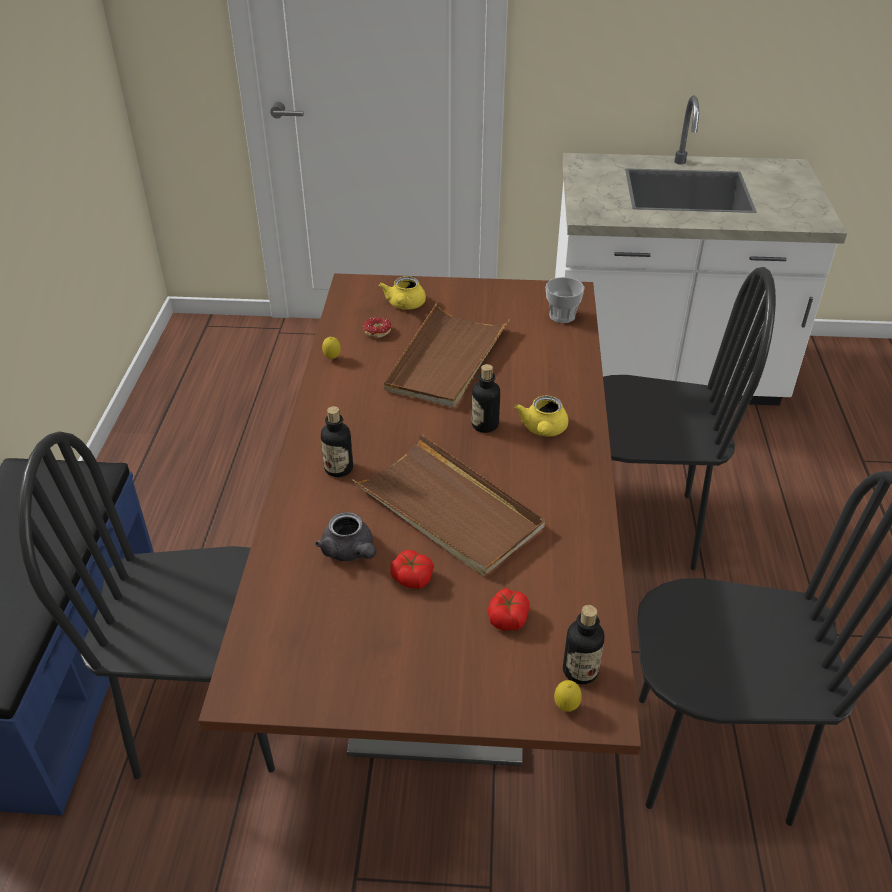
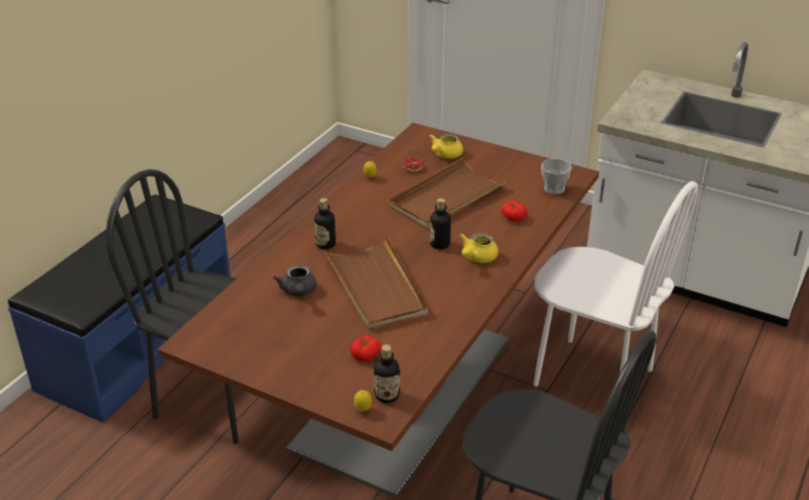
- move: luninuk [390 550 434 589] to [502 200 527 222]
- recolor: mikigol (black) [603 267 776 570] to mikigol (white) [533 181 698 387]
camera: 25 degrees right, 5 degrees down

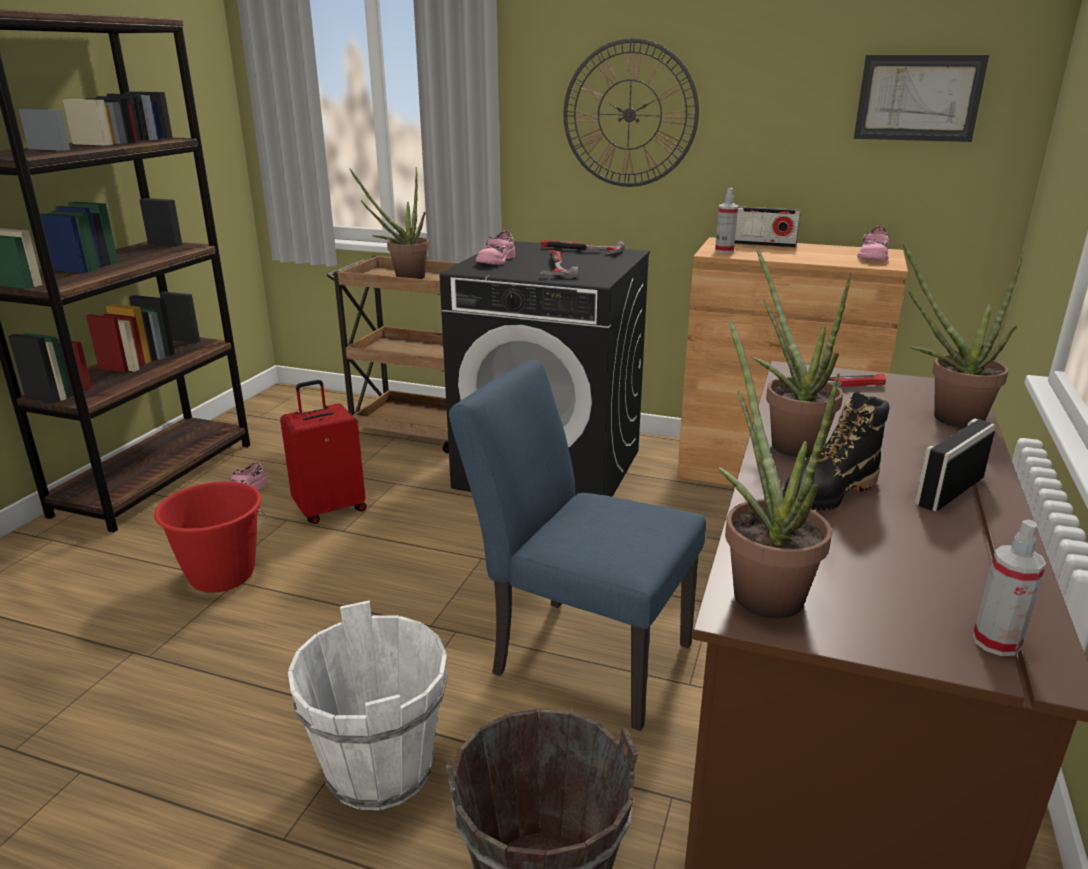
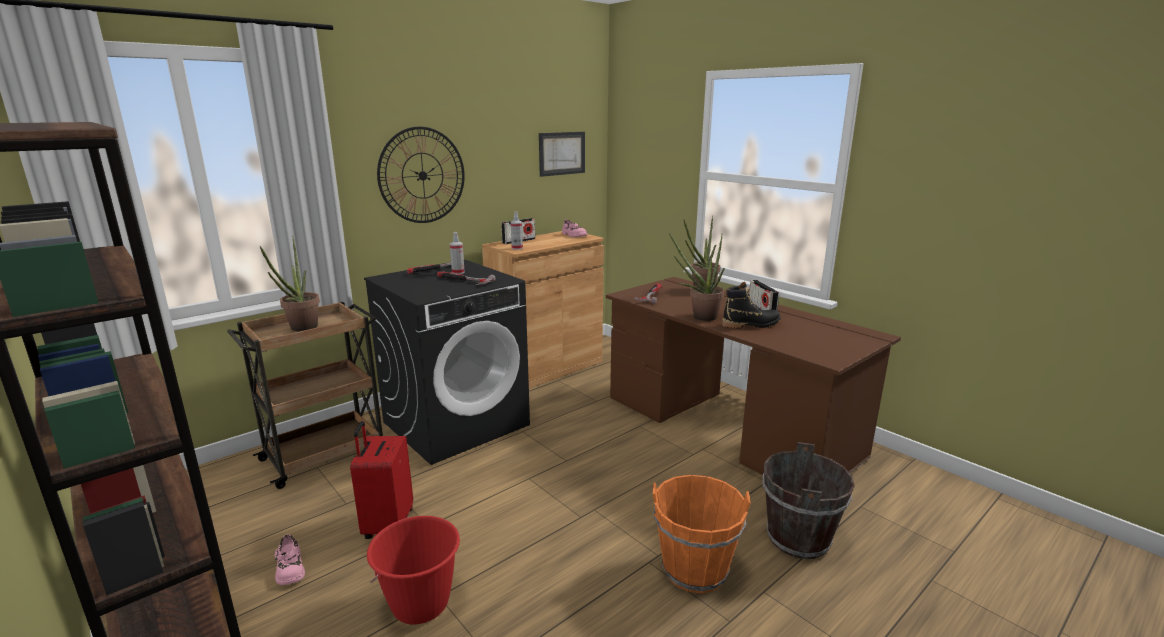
- recolor: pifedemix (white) [288 601 448 810] to pifedemix (orange) [653 475 751 593]
- delete: mikigol (blue) [449 360 706 731]
- delete: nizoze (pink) [476 231 515 265]
- delete: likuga [718 319 840 619]
- rotate: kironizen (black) [782 392 890 511] = [722 282 781 328] 90 degrees counterclockwise
- move: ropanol [973 520 1046 656] to [450 232 465 274]
camera: 60 degrees left, 5 degrees down

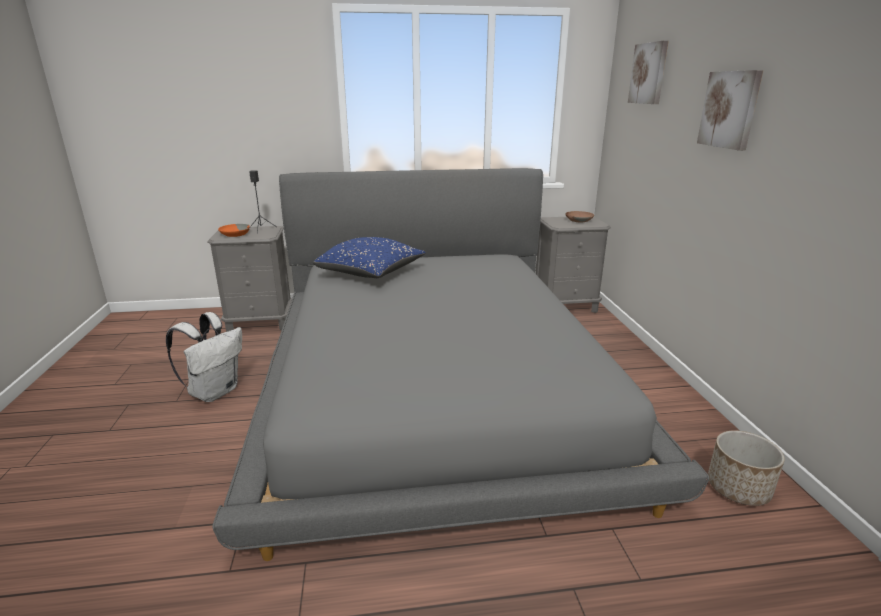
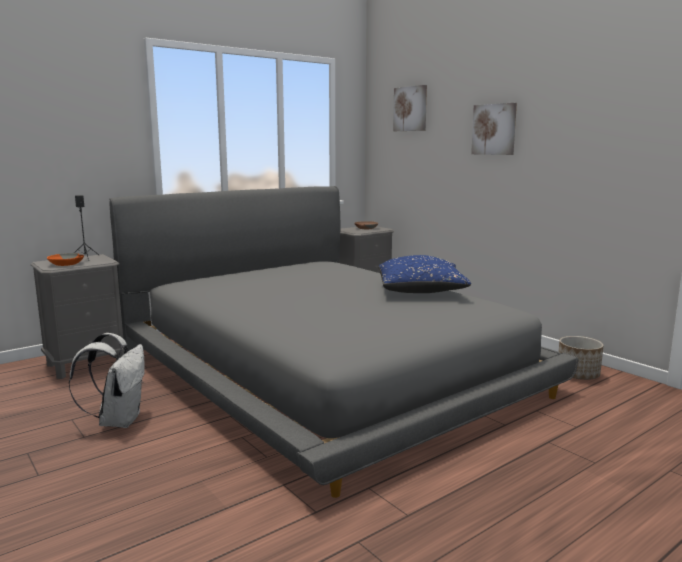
- move: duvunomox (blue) [313 237 426 278] to [378 255 471 293]
camera: 30 degrees left, 10 degrees down

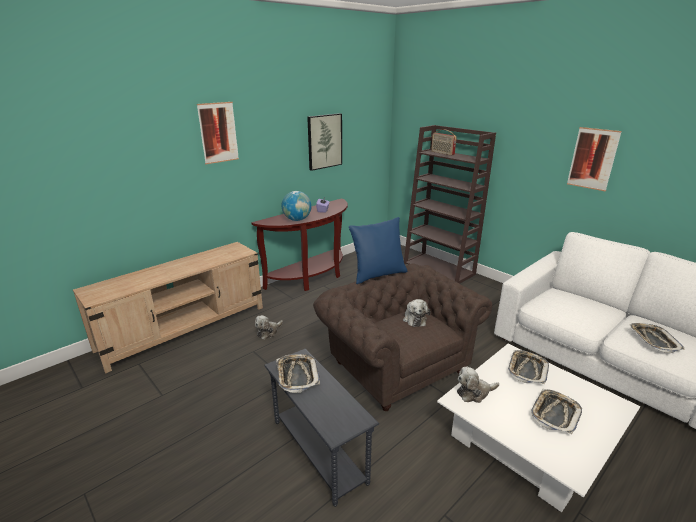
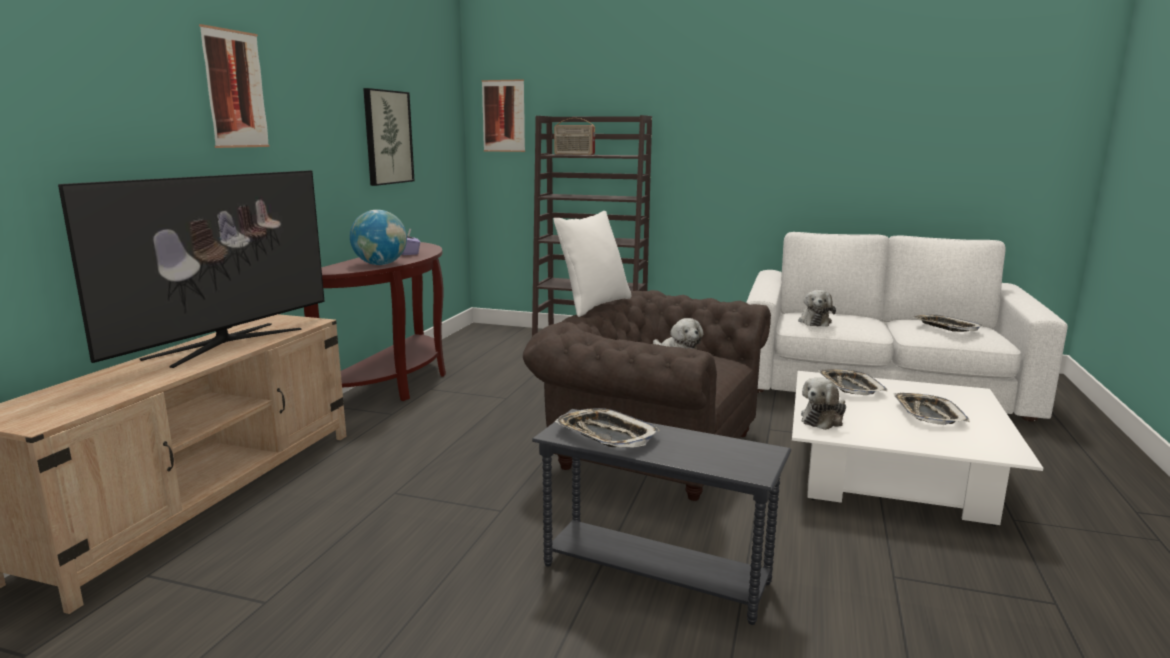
- move: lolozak [255 315 283 340] to [798 290 836 327]
- recolor: duvunomox (blue) [349 217 407 284] to duvunomox (white) [553 211 631 317]
- move: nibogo [567 127 622 192] to [481 79 525 152]
- insert: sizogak [58 170 324 368]
camera: 30 degrees left, 10 degrees down

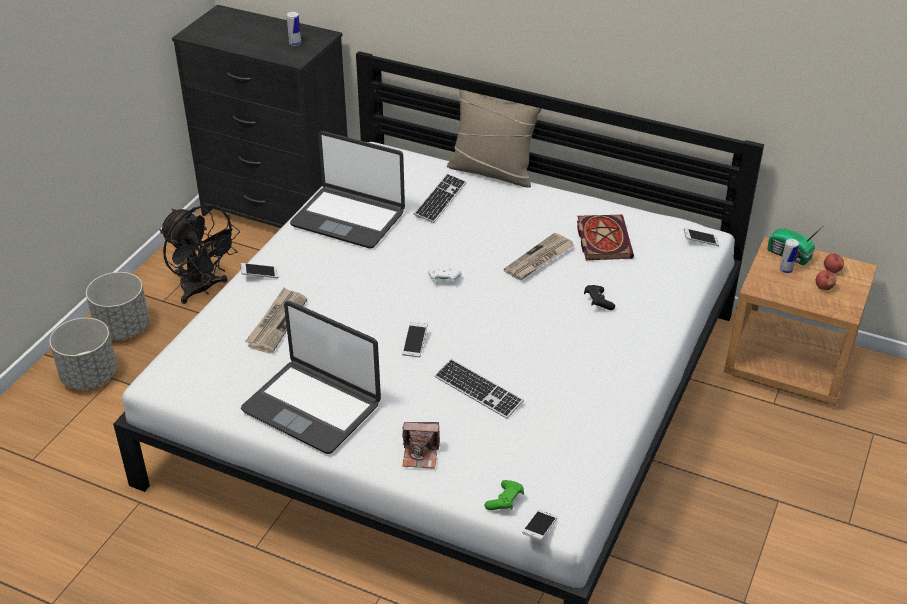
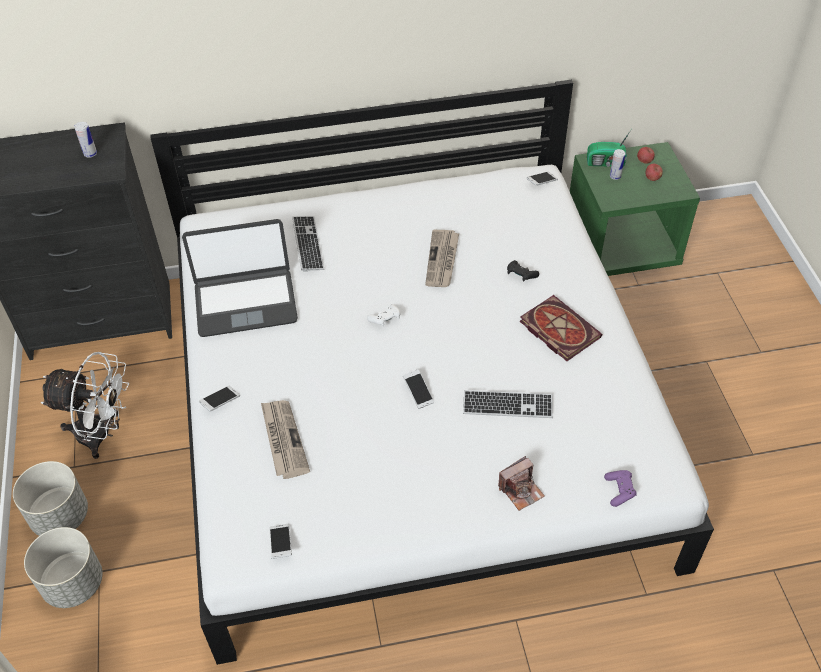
- recolor: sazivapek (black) [160 205 240 304] to sazivapek (white) [40 352 129 459]
- delete: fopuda [241 301 381 454]
- delete: duvunomox (beige) [447 89 542 188]
- recolor: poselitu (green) [485 480 524 510] to poselitu (purple) [604 470 636 507]
- move: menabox [522 509 558 541] to [270 524 292 559]
- move: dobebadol [577 215 634 260] to [520 295 602 361]
- recolor: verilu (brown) [724 237 877 405] to verilu (green) [570 142 700 276]
camera: 35 degrees left, 10 degrees up

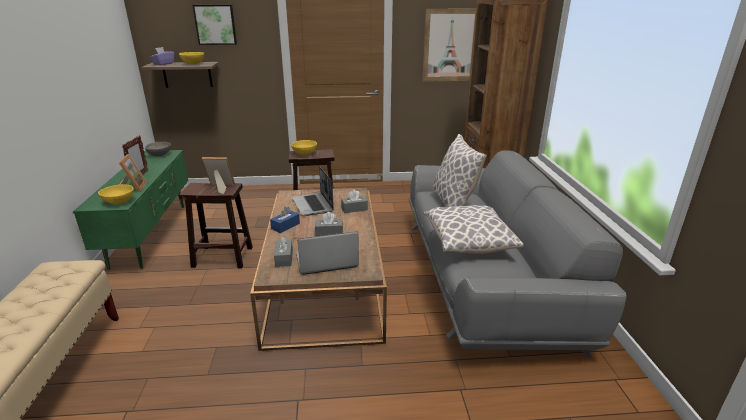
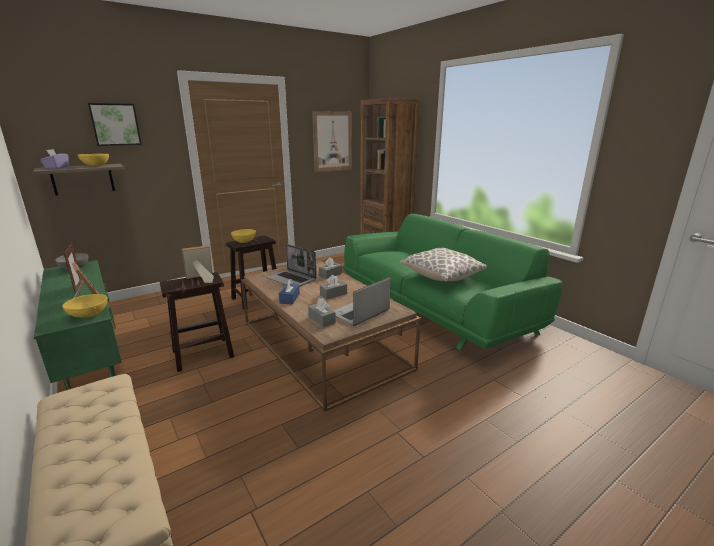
- recolor: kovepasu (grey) [409 150 627 357] to kovepasu (green) [343 214 562 350]
- delete: duvunomox [433 134 487 207]
camera: 30 degrees left, 5 degrees down

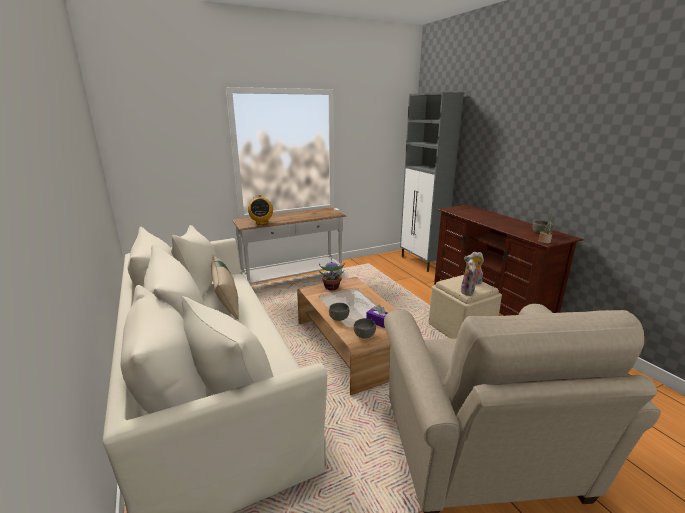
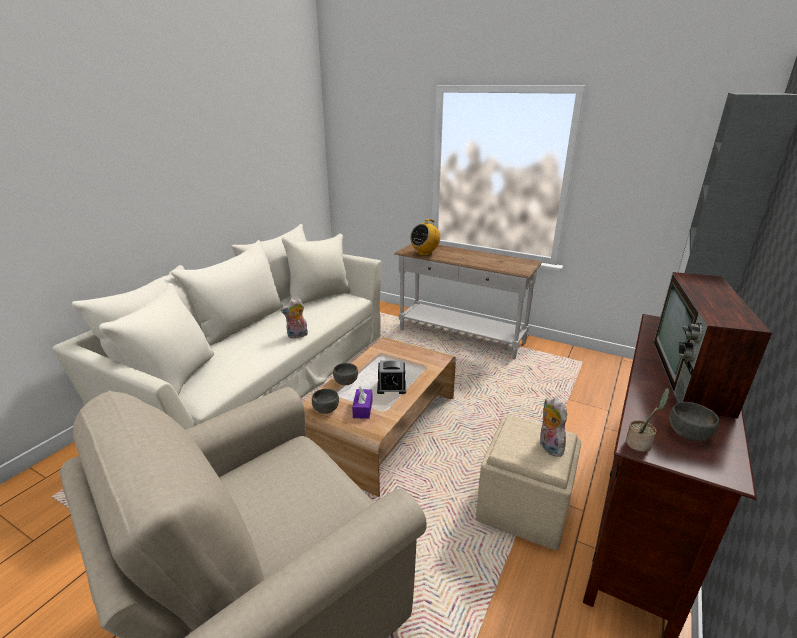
- delete: duvunomox (beige) [211 255 239 319]
- delete: likuga [319 259 345 290]
- move: lolozak [461 259 479 296] to [281 298 308 339]
- insert: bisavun [377 361 406 394]
- insert: sizogak [653 272 772 419]
camera: 55 degrees right, 5 degrees up

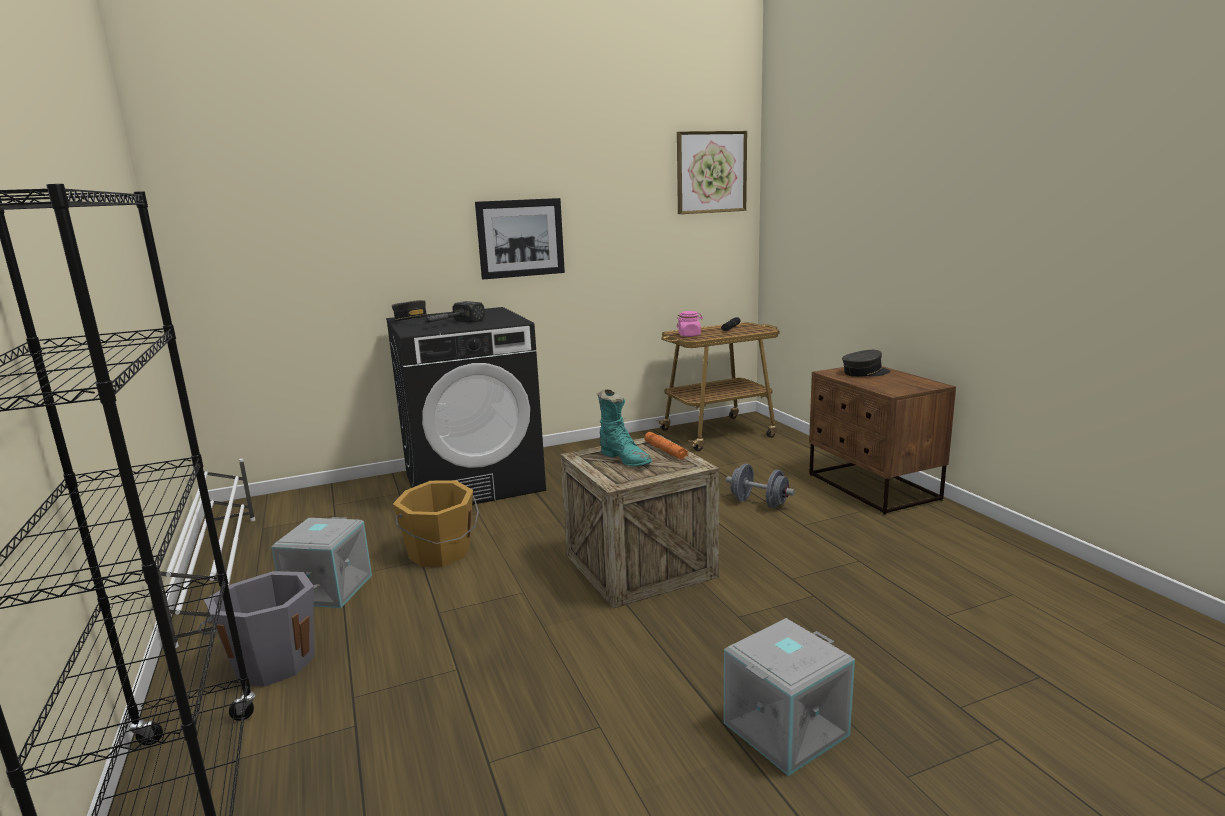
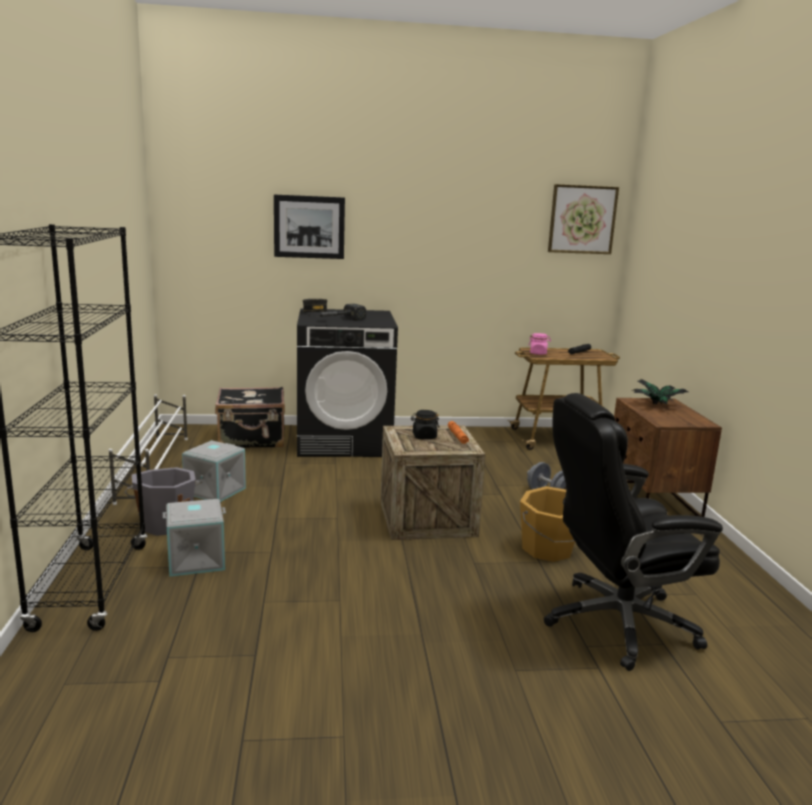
- move: pifedemix (orange) [393 480 479 567] to [520 486 575 562]
- move: nibogo [475 198 565 279] to [274 195 345 259]
- replace: kironizen (turquoise) [597 389 652 467] to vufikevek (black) [411 410 439 439]
- move: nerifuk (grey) [724 618 855 776] to [163 499 226 577]
- replace: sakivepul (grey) [842 350 891 377] to likuga [632 379 688 405]
- insert: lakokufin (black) [215 387 285 448]
- insert: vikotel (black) [543 393 723 671]
camera: 15 degrees right, 0 degrees up

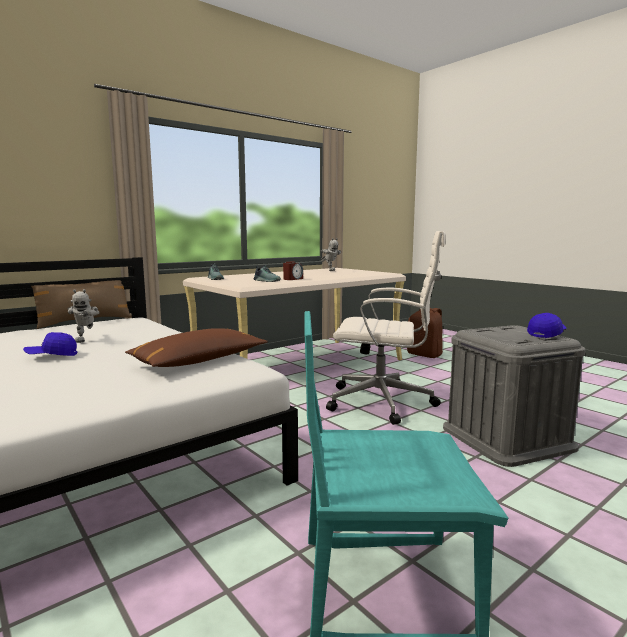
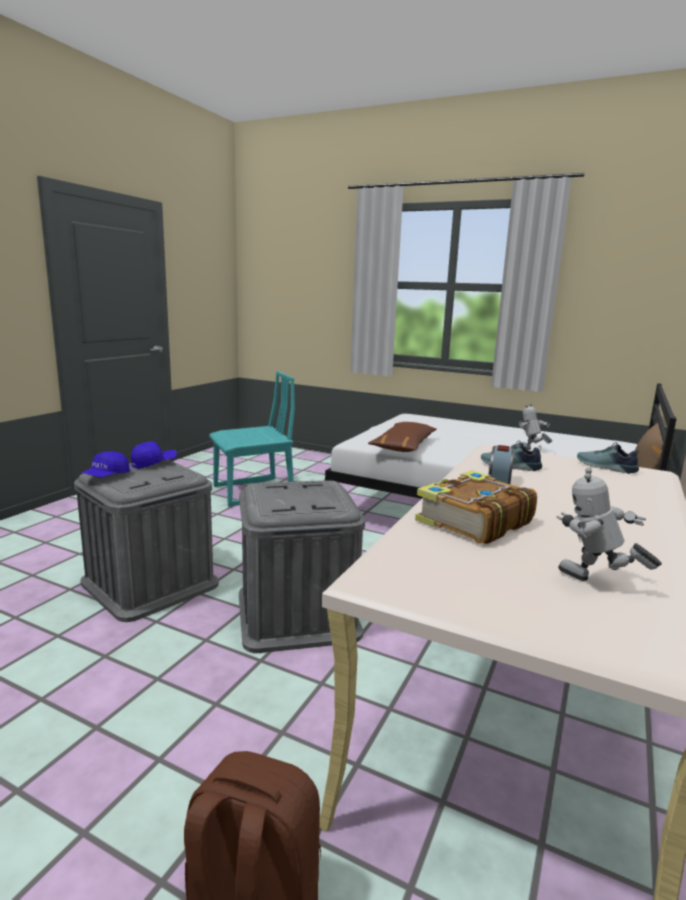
- move: sakivepul (blue) [23 332 77 356] to [131 441 177 469]
- replace: vikotel (white) [326 231 446 425] to nerifuk (grey) [239 480 365 653]
- insert: dobebadol [415 470 537 544]
camera: 155 degrees right, 5 degrees up

